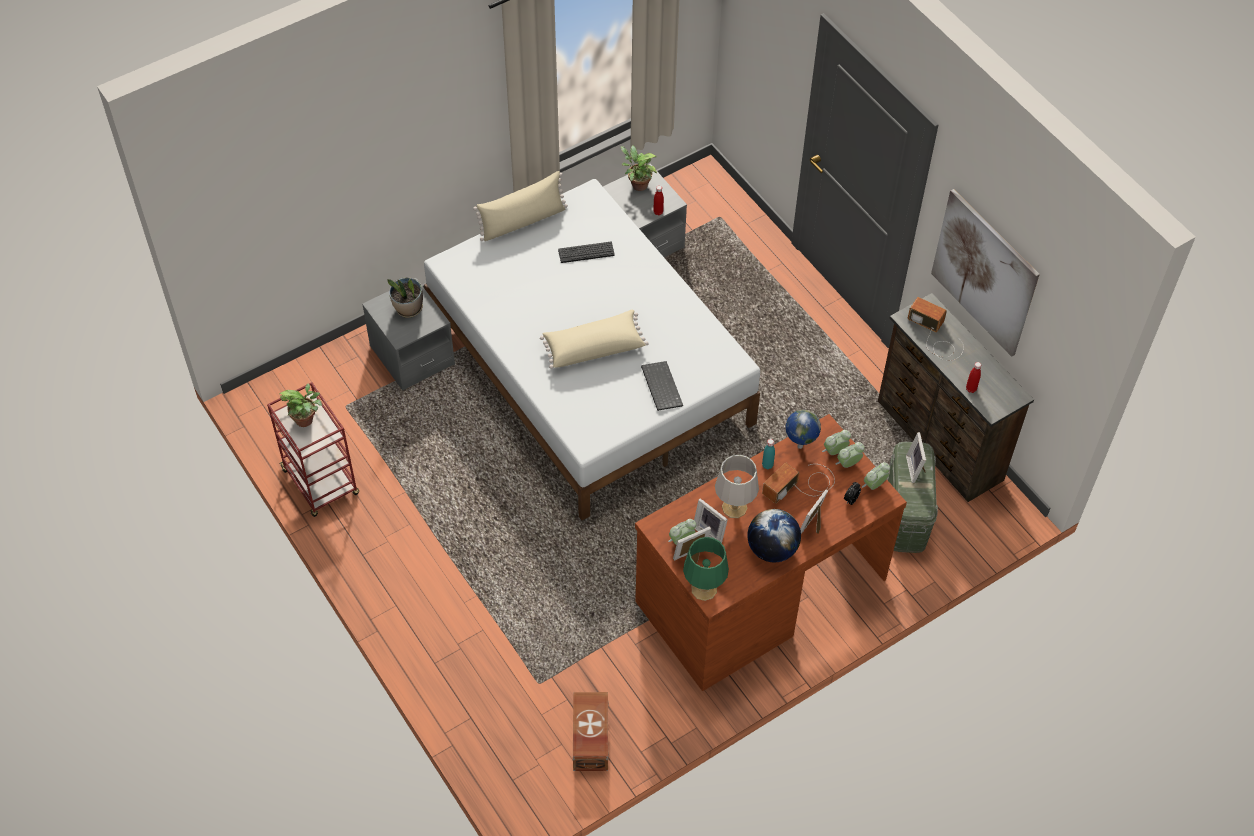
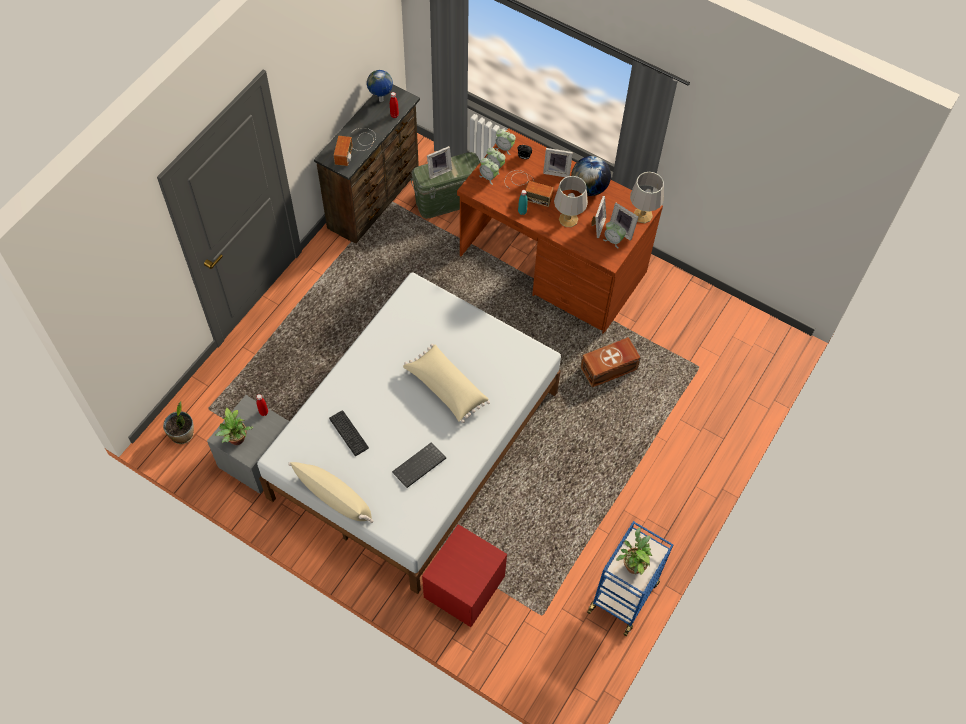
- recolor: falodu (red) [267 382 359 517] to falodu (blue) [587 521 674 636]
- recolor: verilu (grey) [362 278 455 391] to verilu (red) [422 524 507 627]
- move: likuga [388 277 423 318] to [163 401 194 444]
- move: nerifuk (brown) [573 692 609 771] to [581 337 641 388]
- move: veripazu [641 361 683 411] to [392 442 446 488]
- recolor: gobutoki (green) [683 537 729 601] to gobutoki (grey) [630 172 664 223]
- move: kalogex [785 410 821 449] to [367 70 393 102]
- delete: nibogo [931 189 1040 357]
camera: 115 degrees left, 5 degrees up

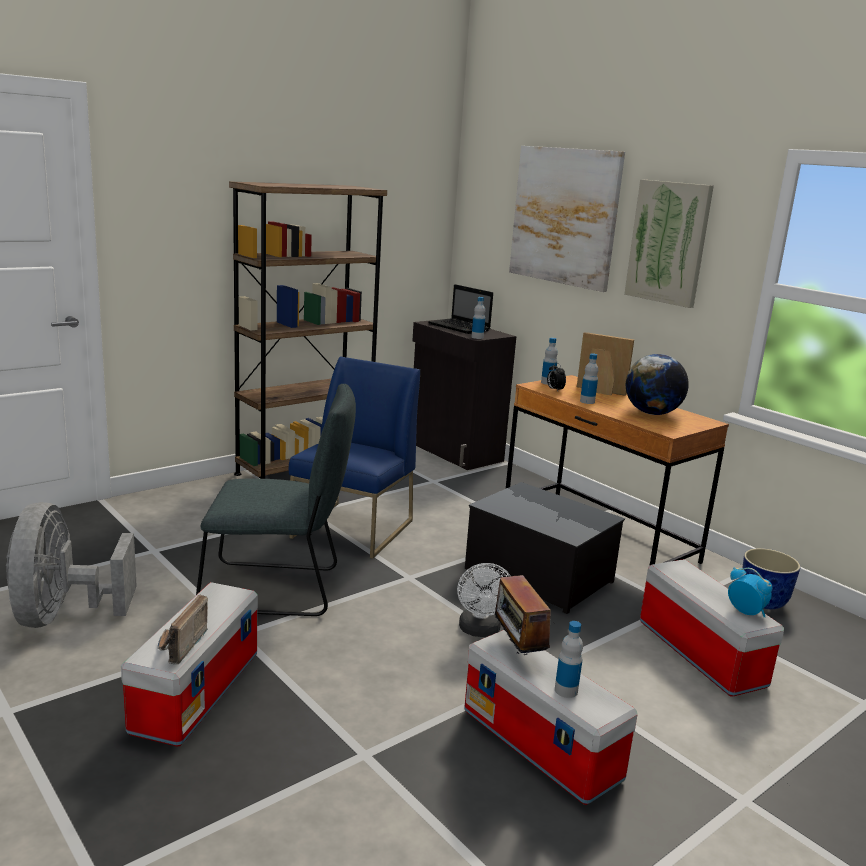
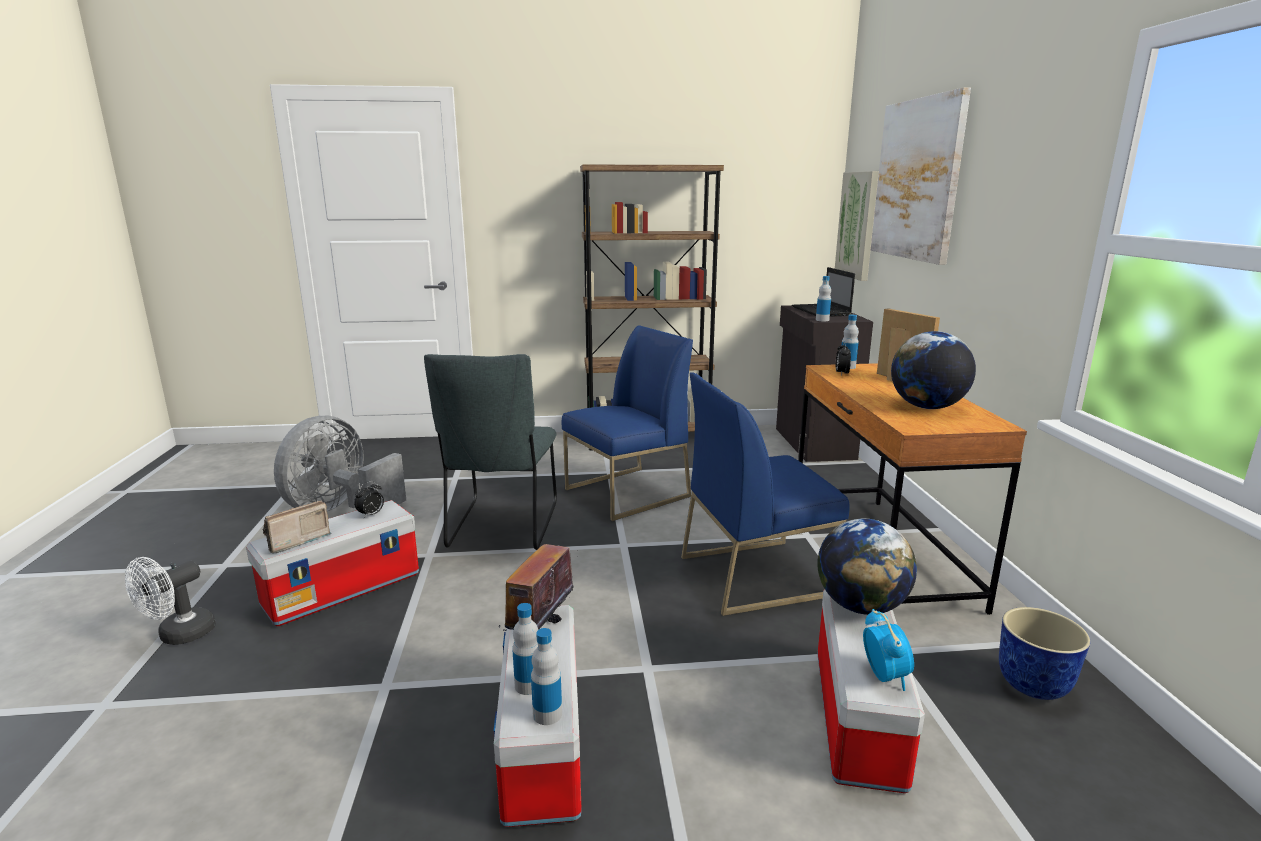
- rotate: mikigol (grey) [196 384 356 616] = [424 354 557 550] 60 degrees clockwise
- move: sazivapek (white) [457 563 510 637] to [125 557 216 645]
- replace: nerifuk [465 482 625 614] to mikigol (blue) [681 373 850 616]
- move: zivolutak [580 353 598 404] to [531 628 562 725]
- move: nibogo [624 179 714 308] to [835 171 879 281]
- insert: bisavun [354 481 384 518]
- insert: kalogex [817 518 917 615]
camera: 35 degrees right, 0 degrees up

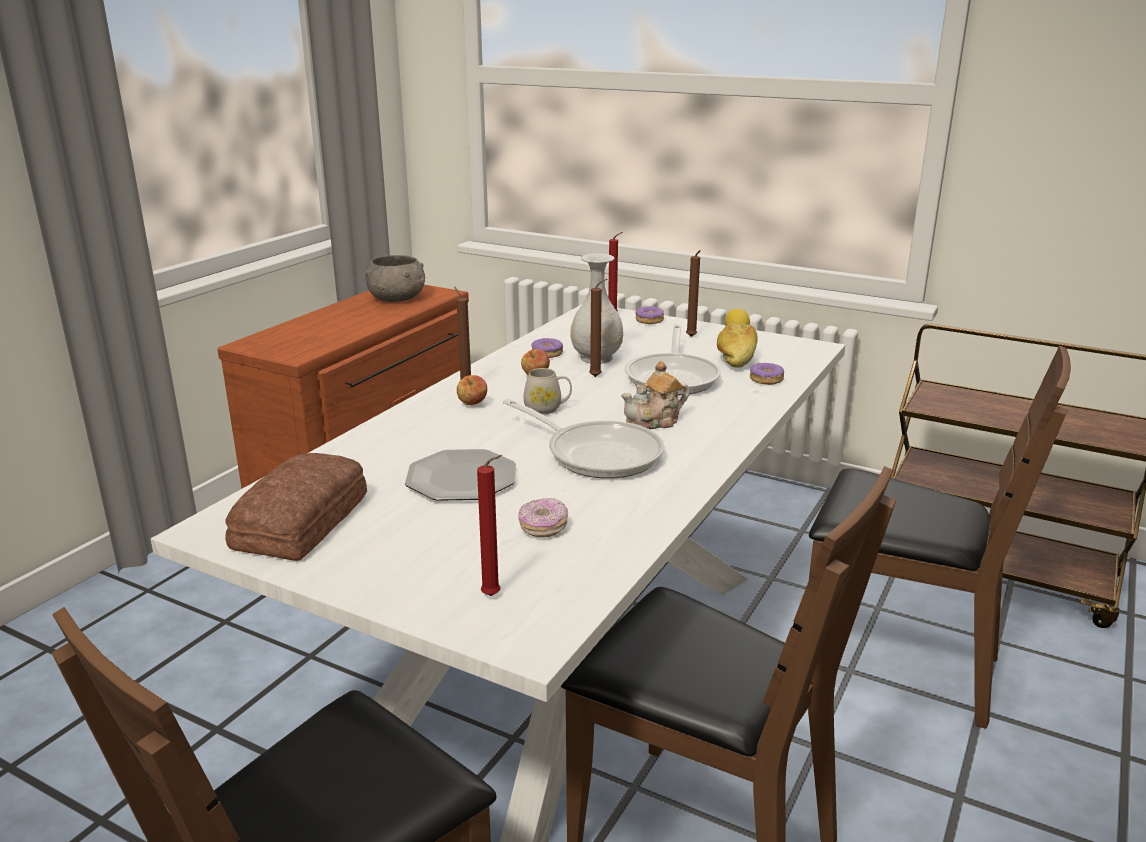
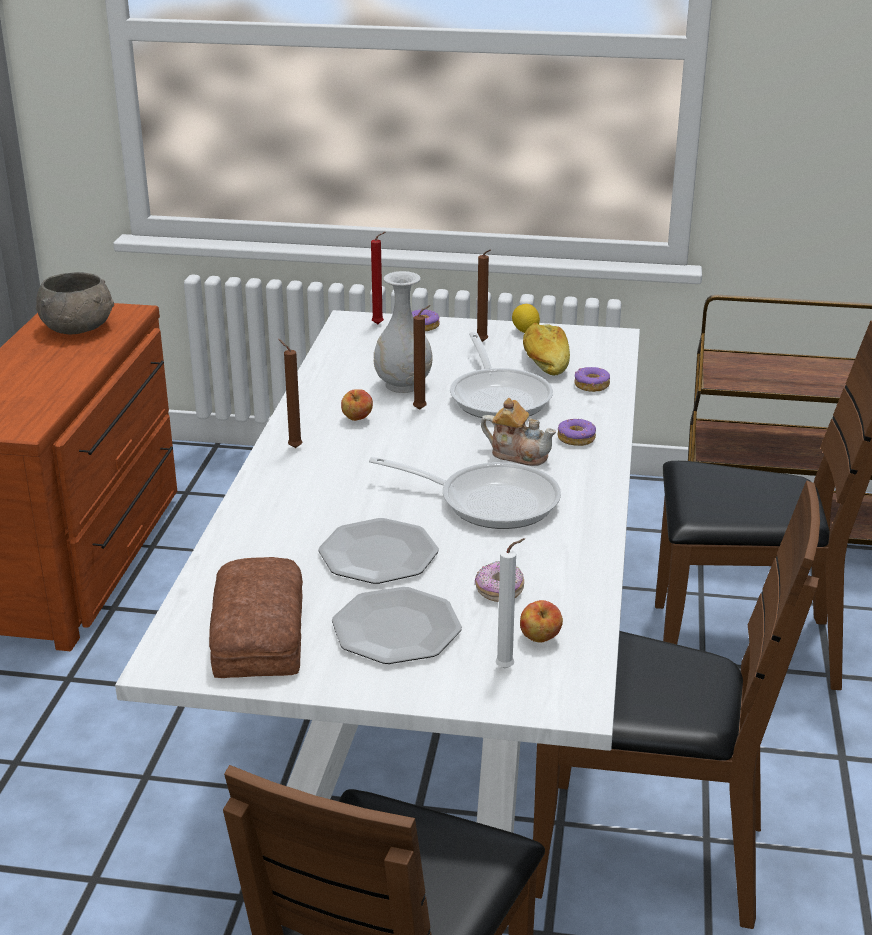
- move: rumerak [457 375 487 405] to [520 600 563 643]
- recolor: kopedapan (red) [477 455 503 596] to kopedapan (white) [496 538 525 668]
- delete: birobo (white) [523 368 572 415]
- move: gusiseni [532 338 563 358] to [558 418 596 446]
- rotate: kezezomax [621 361 689 429] = [481 398 556 466] 105 degrees counterclockwise
- insert: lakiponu [332 587 462 664]
camera: 20 degrees left, 5 degrees up

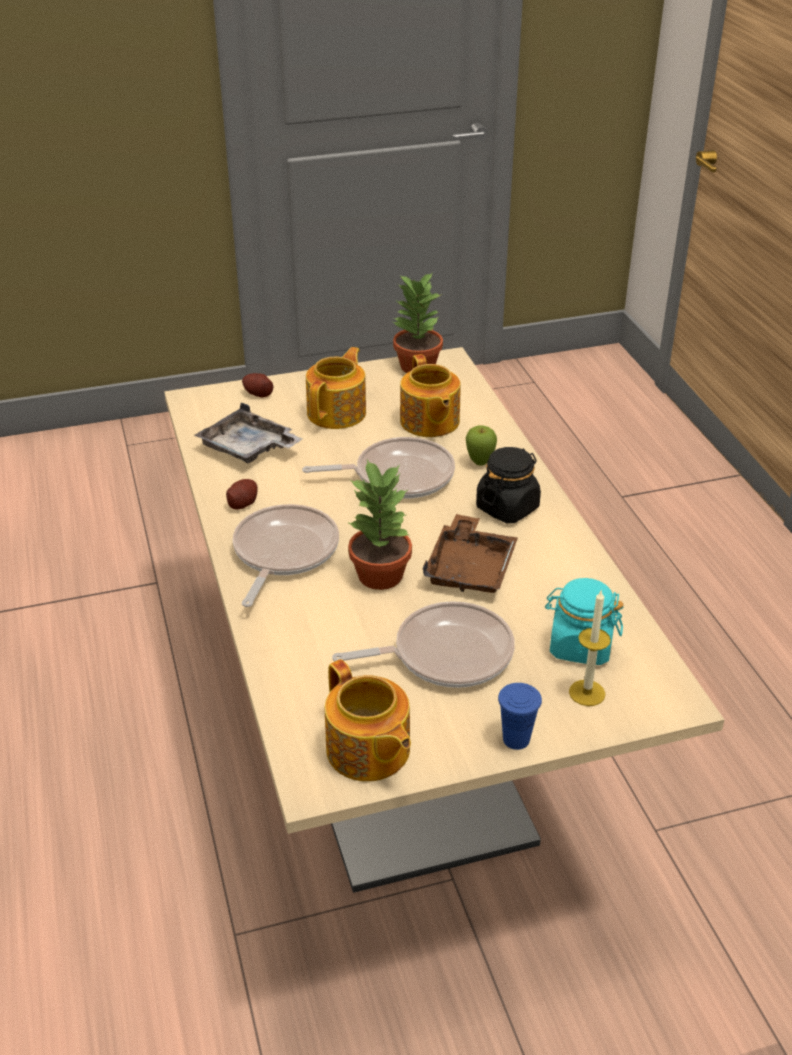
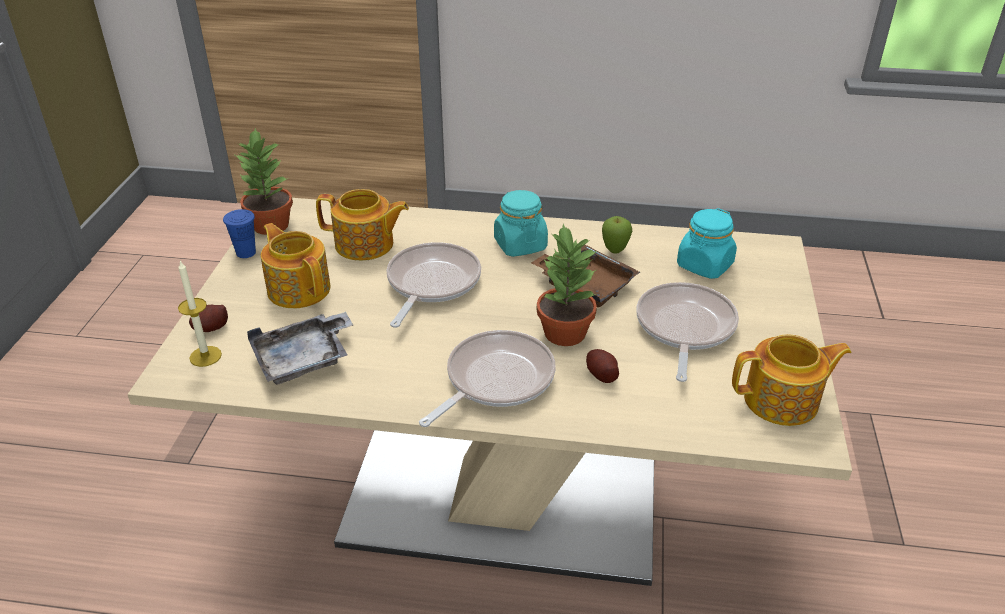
- move: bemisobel [226 479 258 510] to [586 349 619 383]
- rotate: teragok [233 504 339 607] = [419 330 556 427] 90 degrees clockwise
- move: rumerak [466 425 497 466] to [602 216 632 254]
- recolor: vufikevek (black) [476 447 541 523] to vufikevek (turquoise) [494 190 548 257]
- move: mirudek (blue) [498 683 542 750] to [223 209 256 258]
- move: kopedapan [569 589 611 706] to [178 261 222 367]
camera: 65 degrees left, 0 degrees up

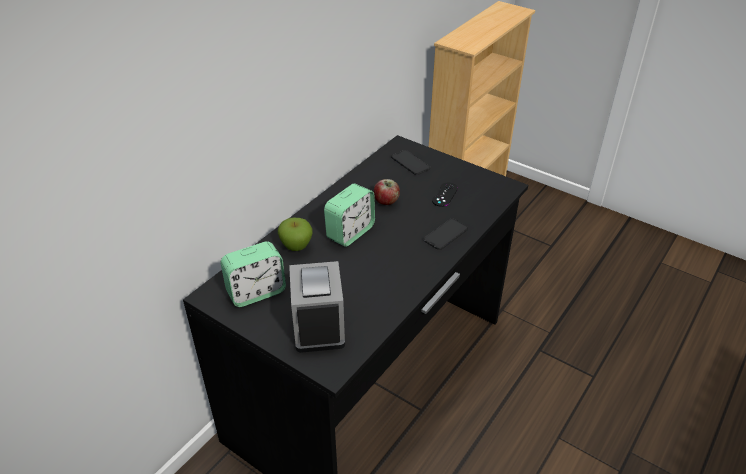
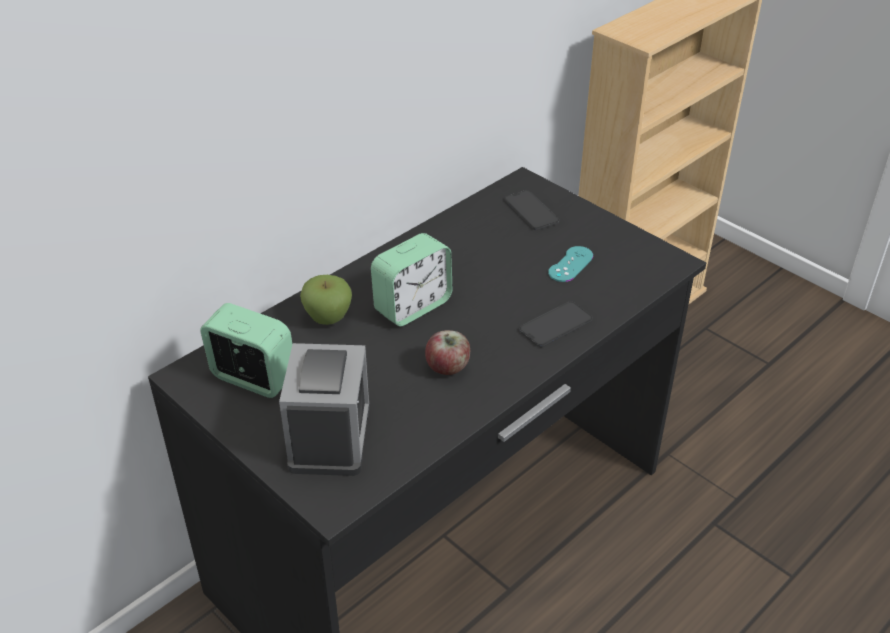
- rotate: bisavun [220 241 286 307] = [200 303 293 398] 135 degrees counterclockwise
- move: rumerak [374 179 400 205] to [425 330 470 375]
- recolor: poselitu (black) [432 183 458 207] to poselitu (turquoise) [548 246 593 282]
camera: 10 degrees right, 0 degrees up

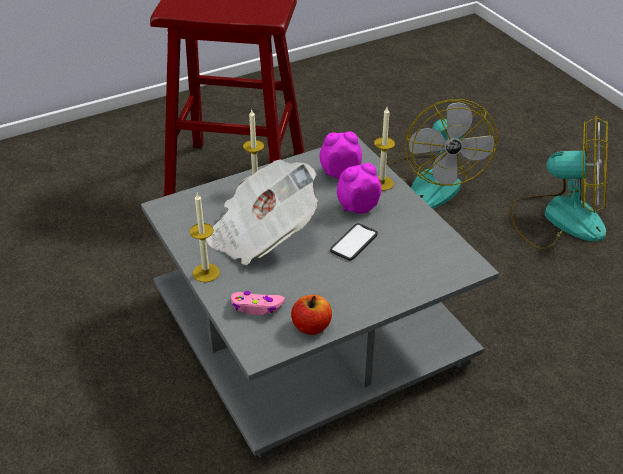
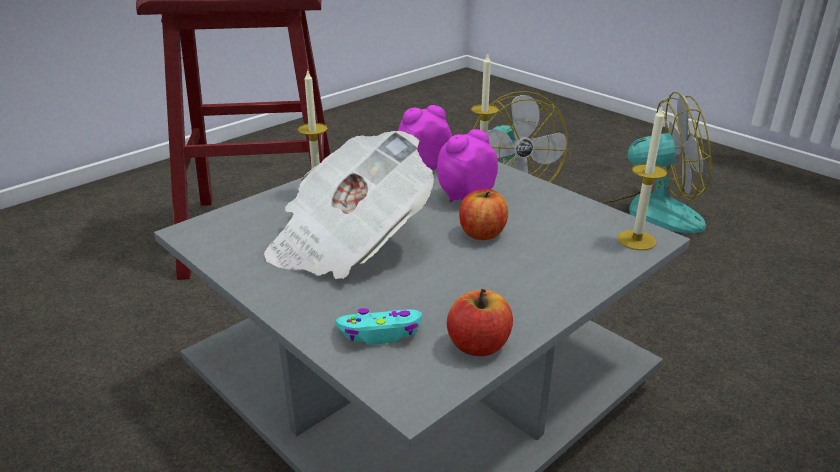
- move: kopedapan [189 193 220 282] to [617 105 667 250]
- recolor: poselitu (pink) [231 291 285 315] to poselitu (turquoise) [335 308 422 344]
- replace: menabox [330 223 378 261] to rumerak [459 189 508 240]
camera: 15 degrees left, 10 degrees down

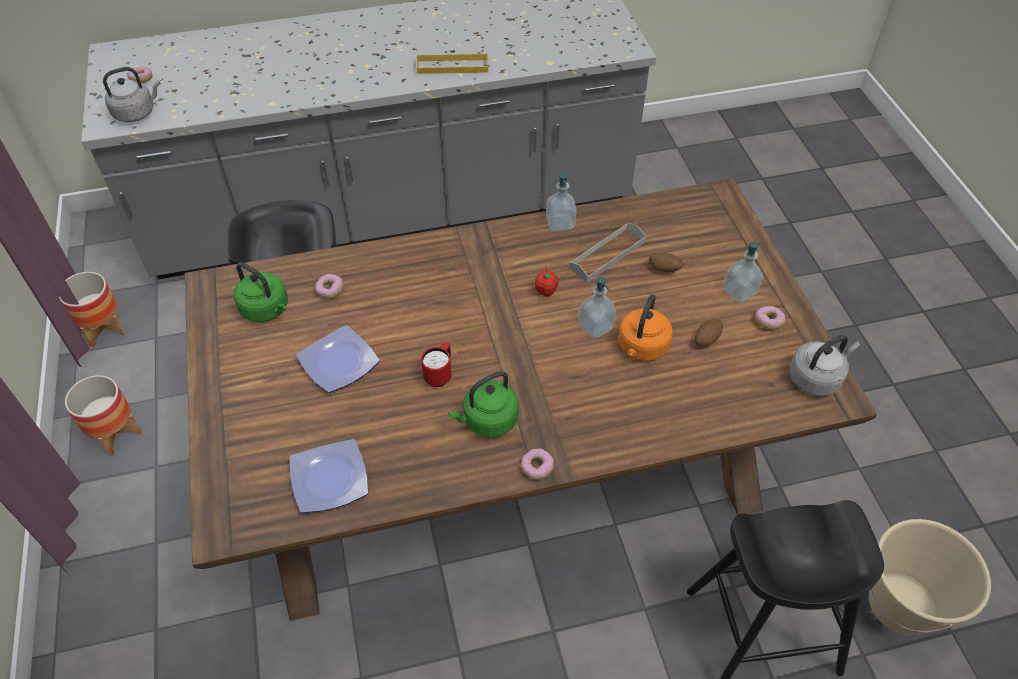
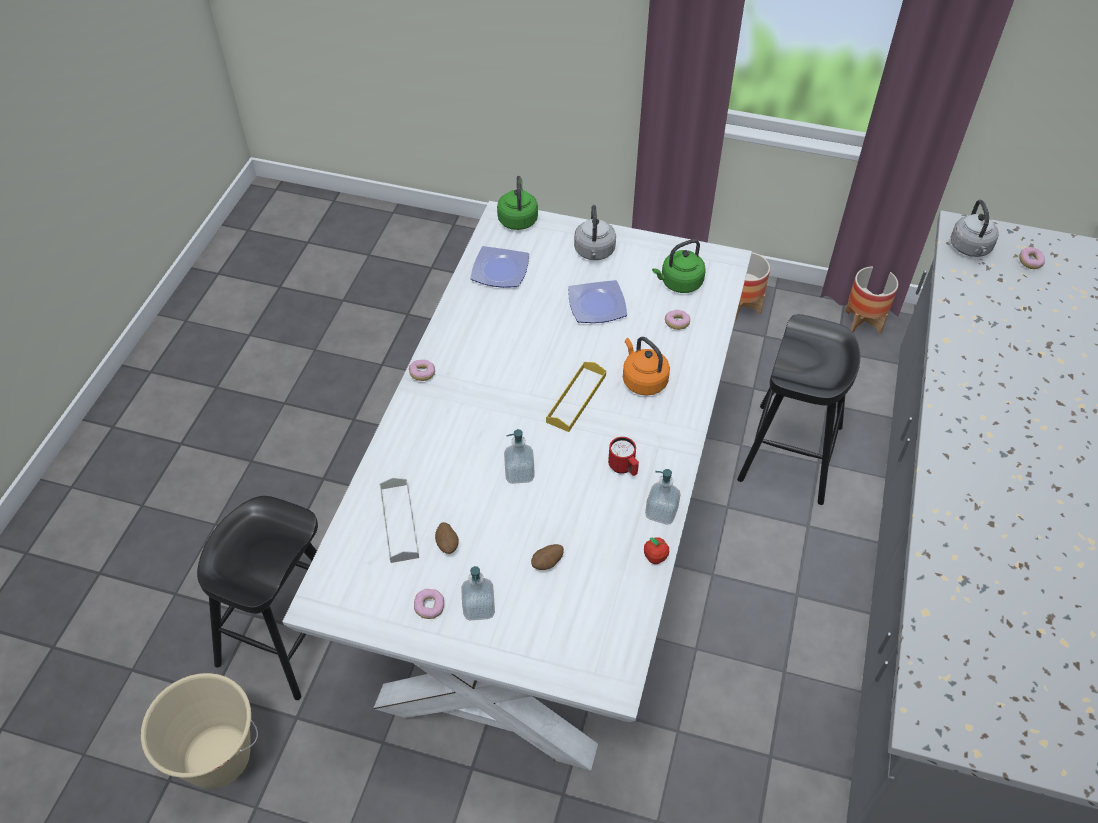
- recolor: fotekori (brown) [185 179 877 621] to fotekori (white) [282 201 752 770]
- move: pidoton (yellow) [417 53 488 74] to [546 362 606 432]
- move: birobo (red) [421 342 452 387] to [608 437 639 476]
- move: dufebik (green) [448 371 519 437] to [497 176 538 230]
- move: rumerak [535 265 558 296] to [644 537 669 564]
- move: pidoton (grey) [569 223 646 282] to [380 478 419 563]
- move: dufebik (orange) [618 294 673 361] to [623 337 670 395]
- move: dufebik (grey) [790 335 860 396] to [574 205 616 260]
camera: 120 degrees right, 0 degrees up

